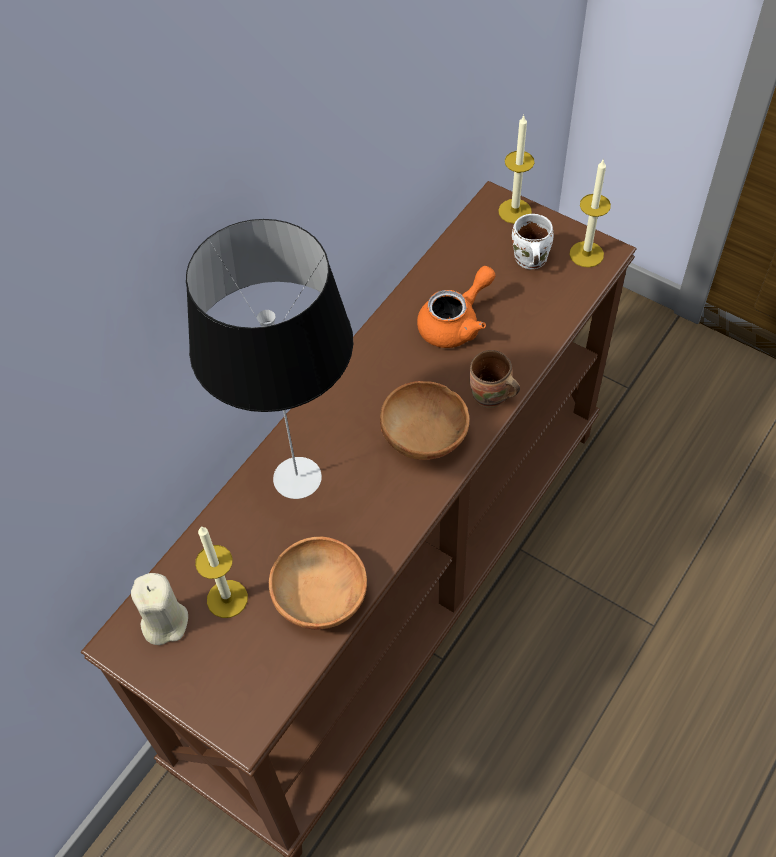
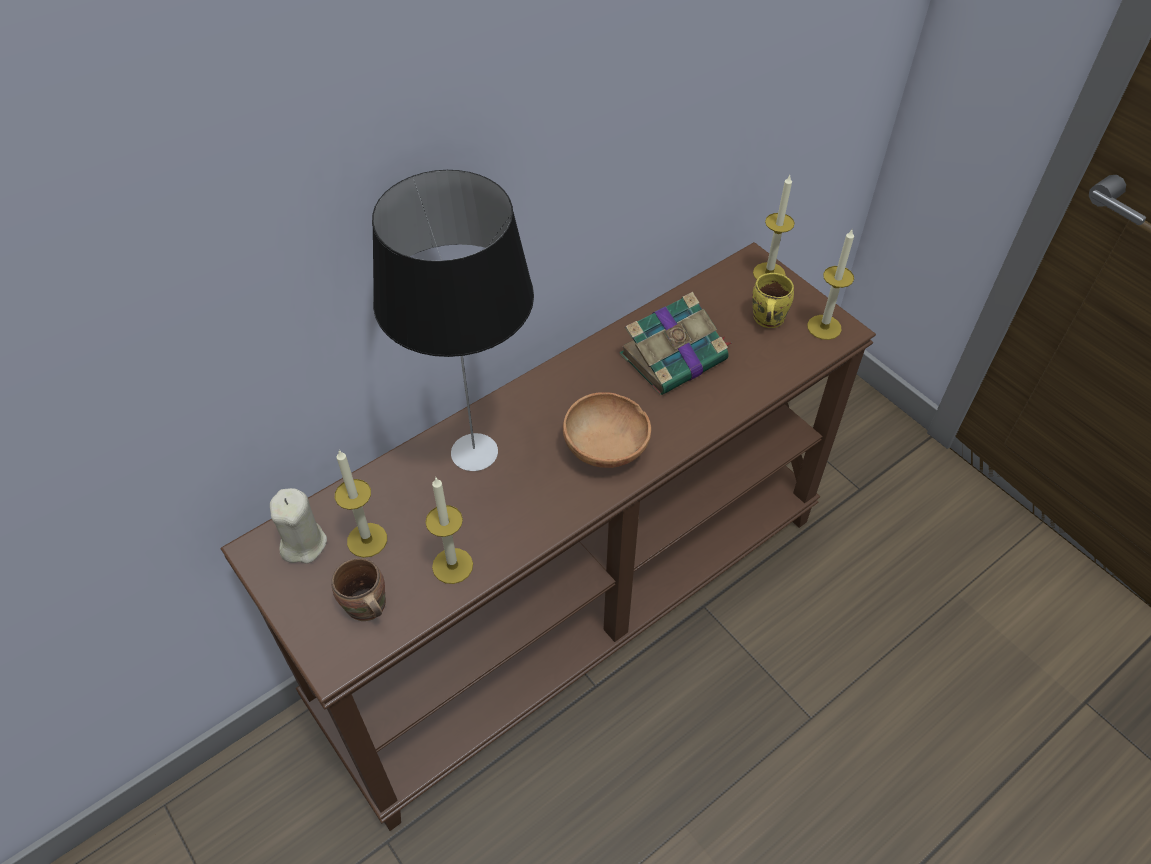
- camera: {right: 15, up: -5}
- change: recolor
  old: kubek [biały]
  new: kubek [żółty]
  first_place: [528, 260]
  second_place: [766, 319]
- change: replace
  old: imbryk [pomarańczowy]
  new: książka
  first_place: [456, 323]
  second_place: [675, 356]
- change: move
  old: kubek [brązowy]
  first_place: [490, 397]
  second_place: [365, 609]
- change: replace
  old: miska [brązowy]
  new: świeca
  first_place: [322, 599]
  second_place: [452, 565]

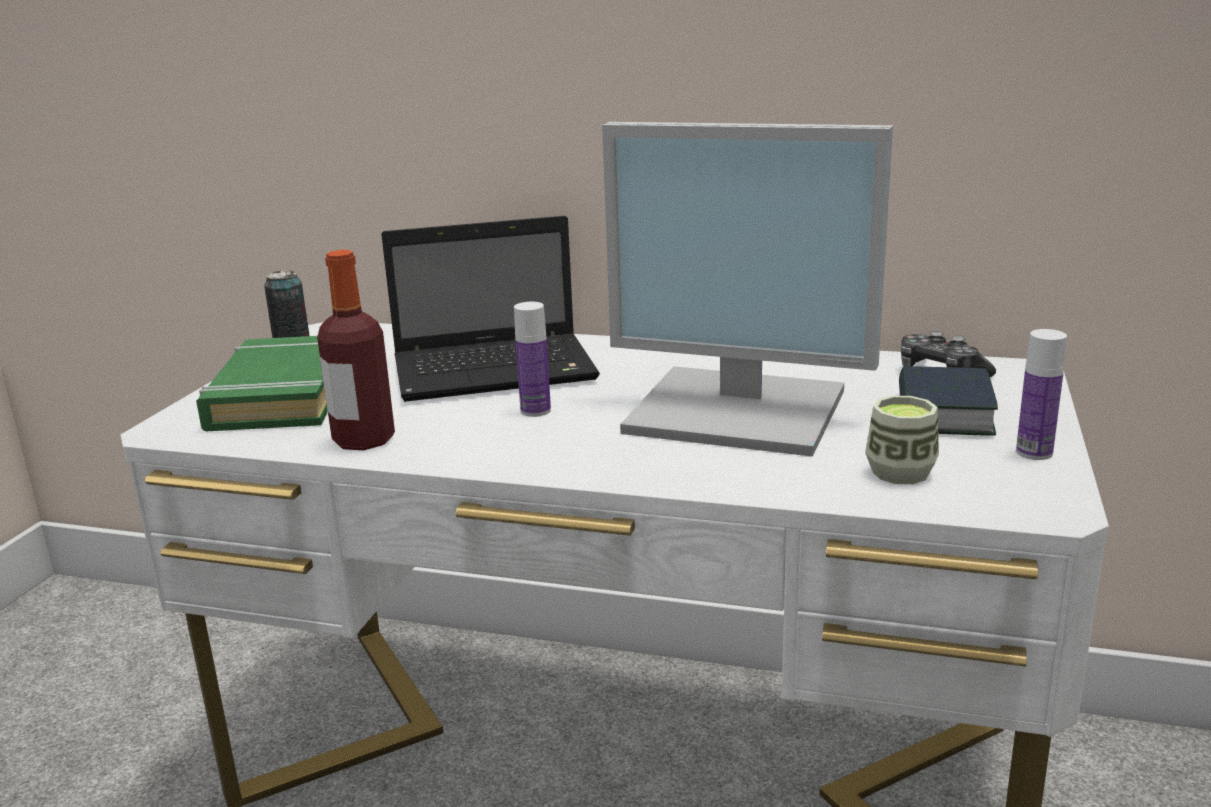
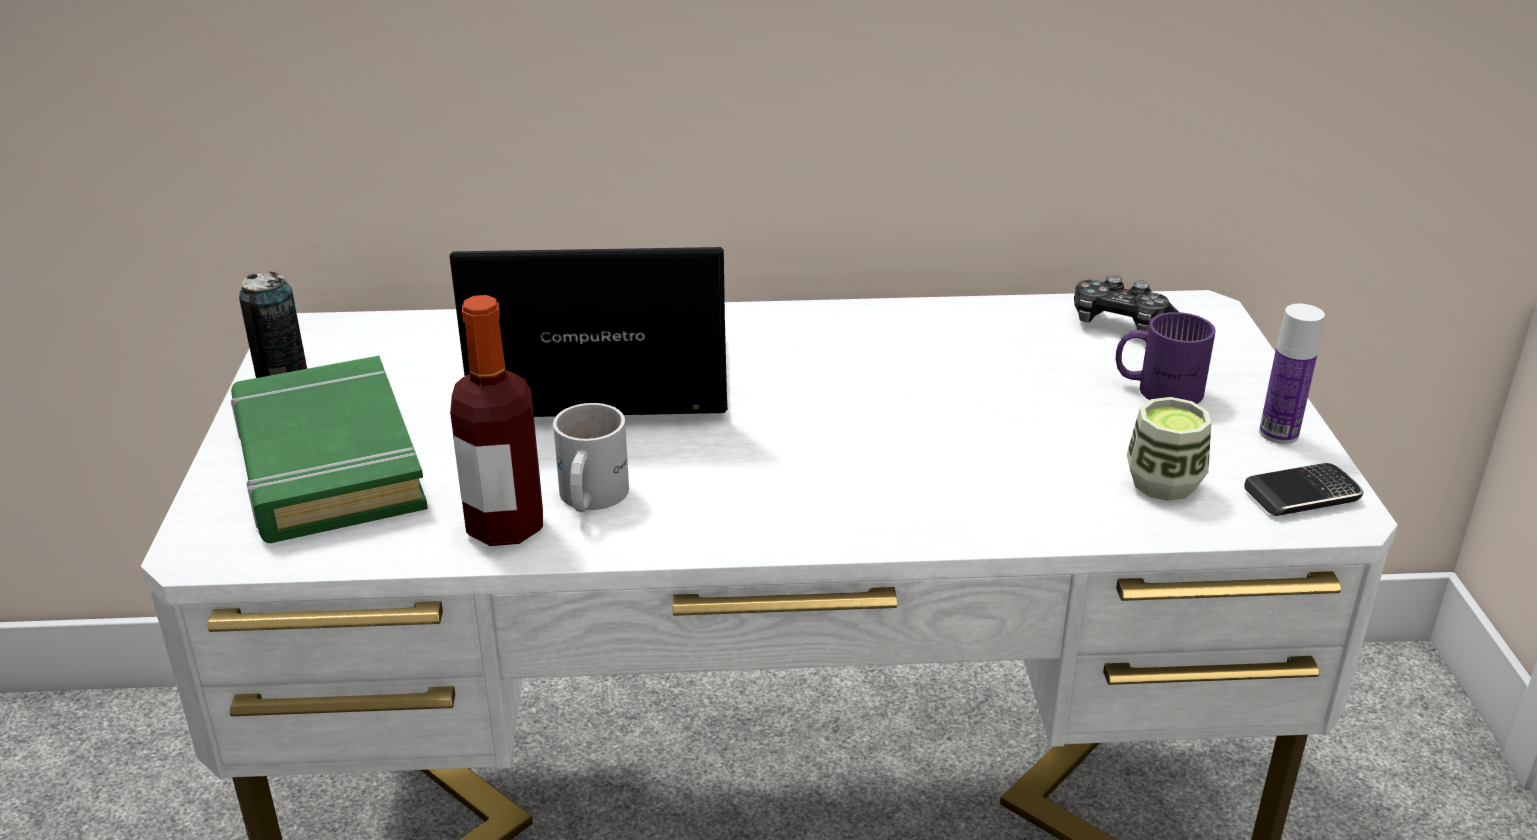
- camera: {right: -20, up: 10}
- change: delete
  old: monitor
  first_place: [741, 411]
- change: rotate
  old: laptop
  first_place: [498, 370]
  second_place: [597, 381]
  degrees: -150
- change: delete
  old: butelka
  first_place: [535, 411]
- change: replace
  old: książka
  new: kubek [fioletowy]
  first_place: [943, 414]
  second_place: [1158, 388]
- change: insert
  new: kubek [biały]
  second_place: [587, 498]
- change: insert
  new: telefon
  second_place: [1302, 495]

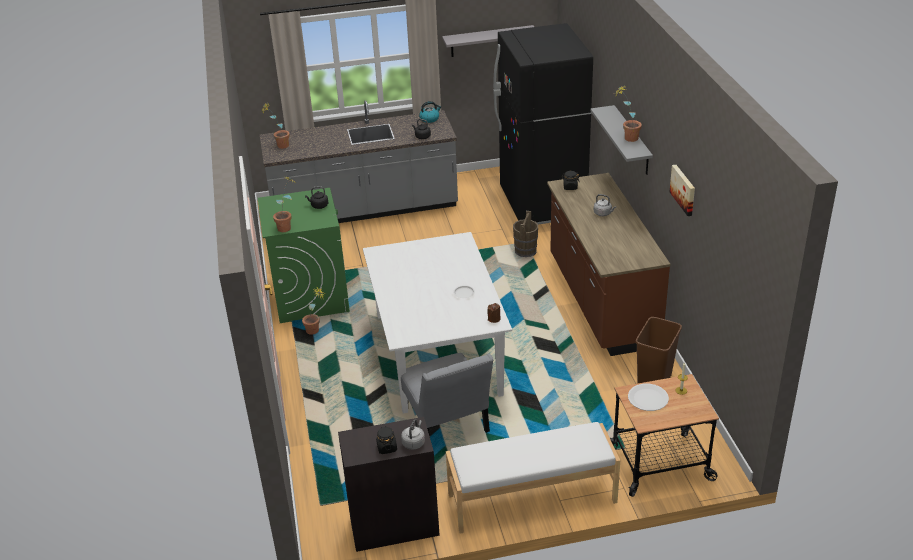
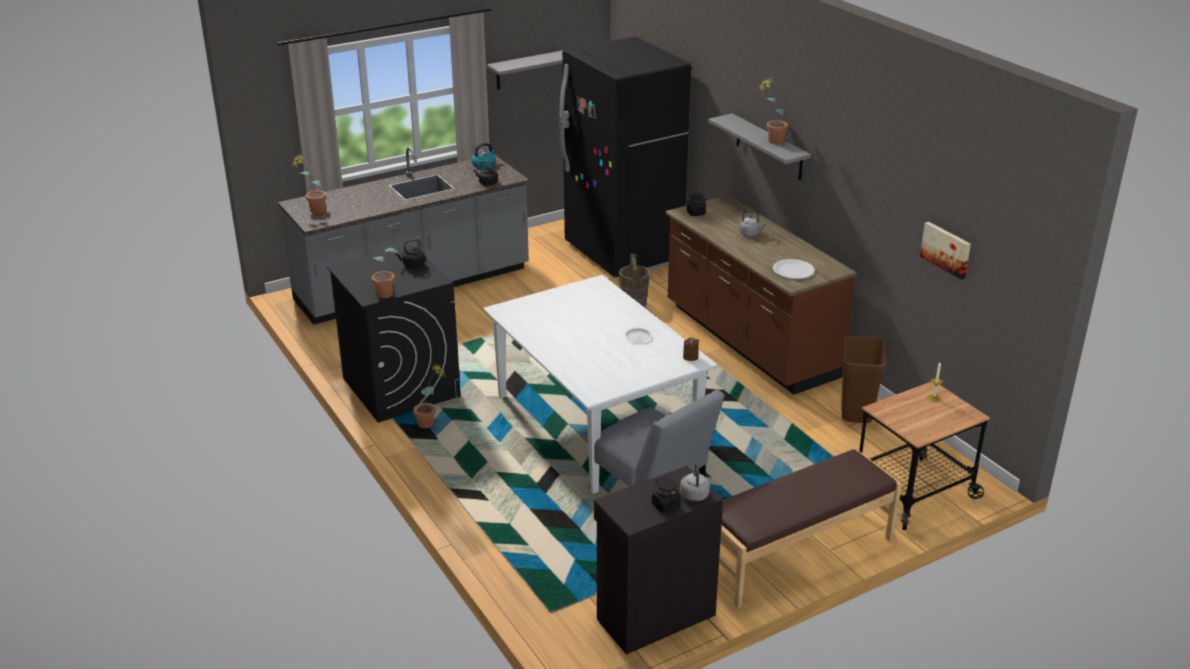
- camera: {right: -20, up: -5}
- change: move
  old: obraz
  first_place: [684, 189]
  second_place: [946, 249]
- change: recolor
  old: pralka [zielony]
  new: pralka [czarny]
  first_place: [310, 296]
  second_place: [400, 387]
- change: move
  old: talerz [biały]
  first_place: [648, 398]
  second_place: [793, 270]
- change: recolor
  old: ławka [biały]
  new: ławka [brązowy]
  first_place: [532, 499]
  second_place: [797, 555]

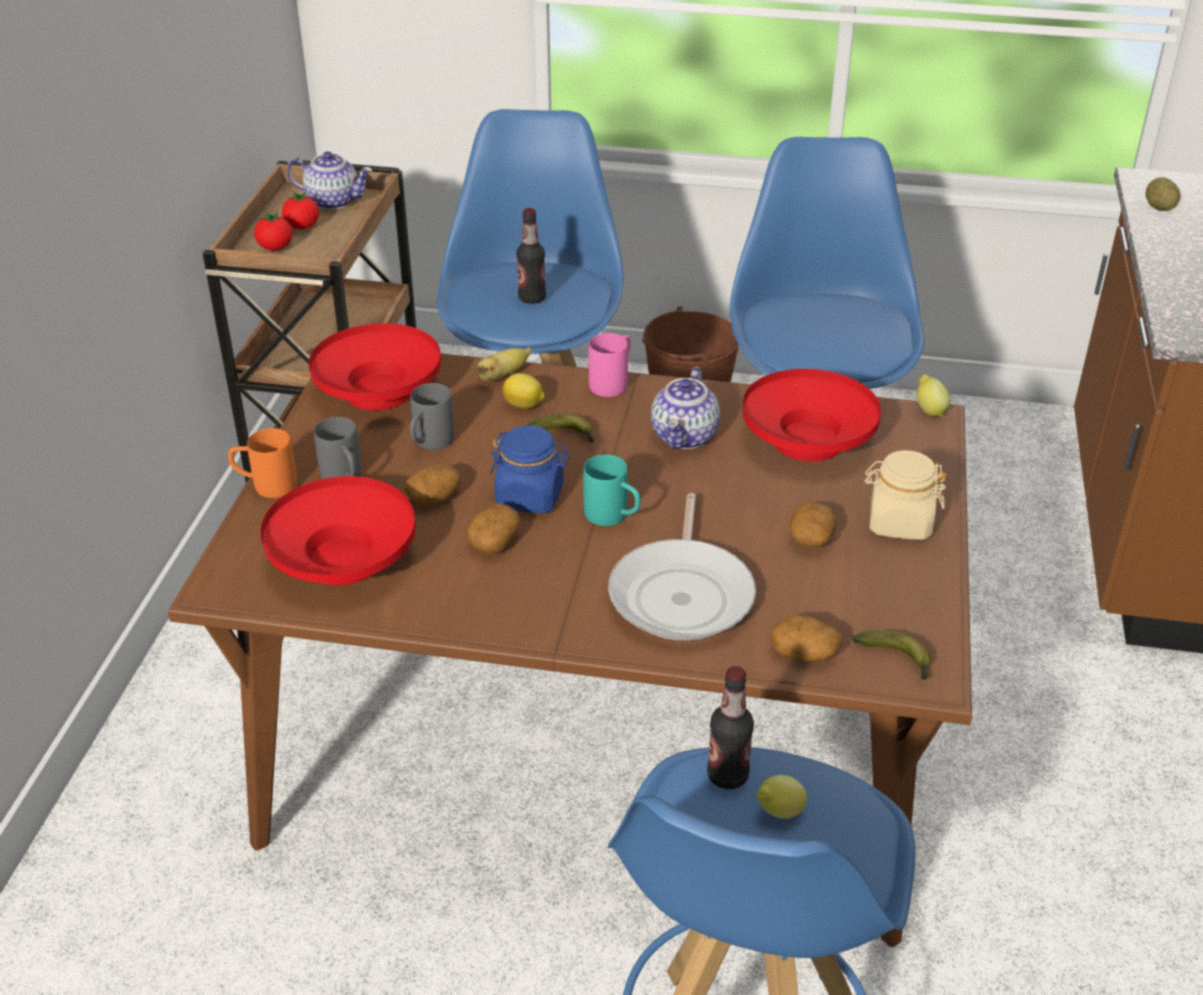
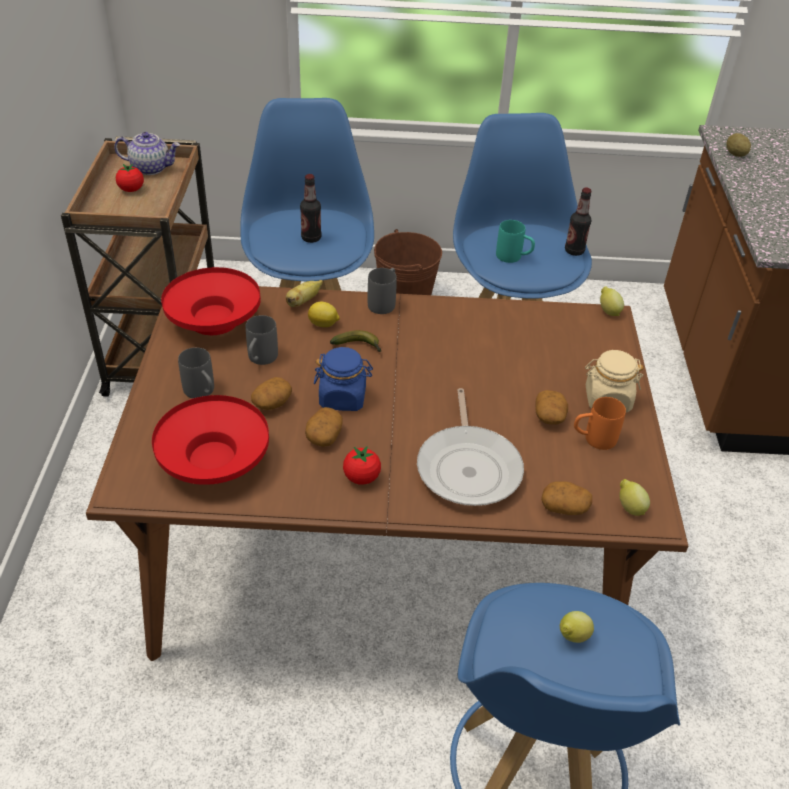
- camera: {right: -10, up: 5}
- change: move
  old: pomidor
  first_place: [275, 248]
  second_place: [361, 477]
- change: recolor
  old: kubek [różowy]
  new: kubek [szary]
  first_place: [613, 382]
  second_place: [384, 302]
- change: delete
  old: imbryk
  first_place: [685, 436]
- change: delete
  old: miska [czerwony]
  first_place: [807, 440]
- change: move
  old: kubek [pomarańczowy]
  first_place: [265, 486]
  second_place: [593, 439]
- change: move
  old: kubek [turkusowy]
  first_place: [613, 517]
  second_place: [514, 257]
- change: replace
  old: banan
  new: cytryna
  first_place: [897, 660]
  second_place: [629, 508]
- change: move
  old: butelka
  first_place: [727, 776]
  second_place: [574, 251]

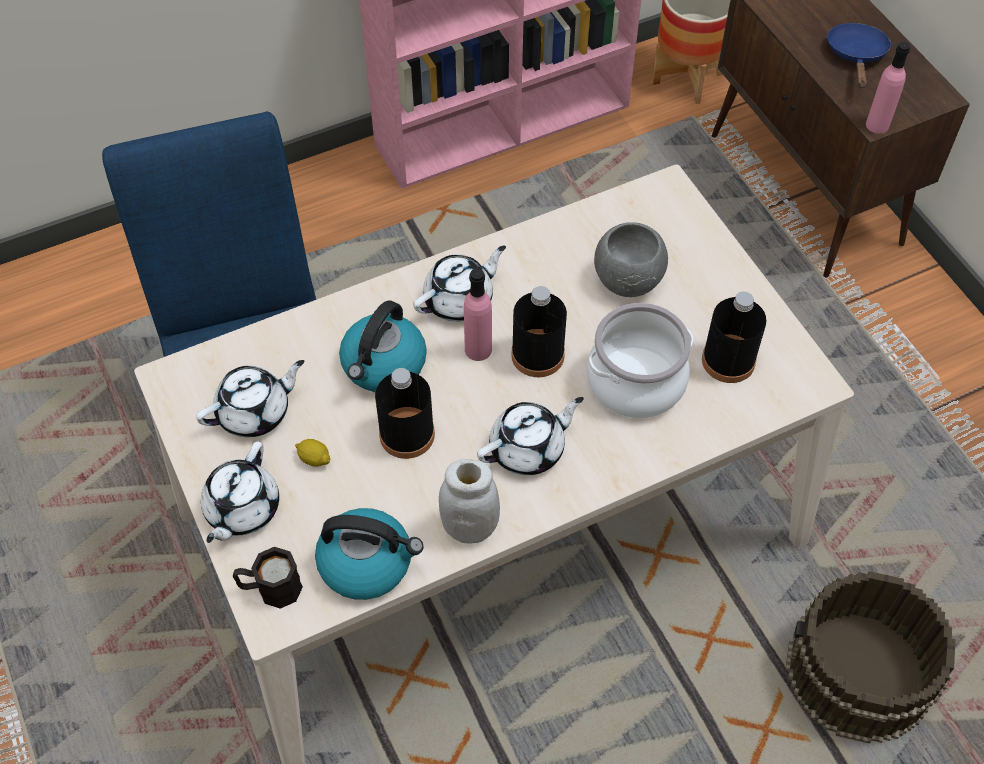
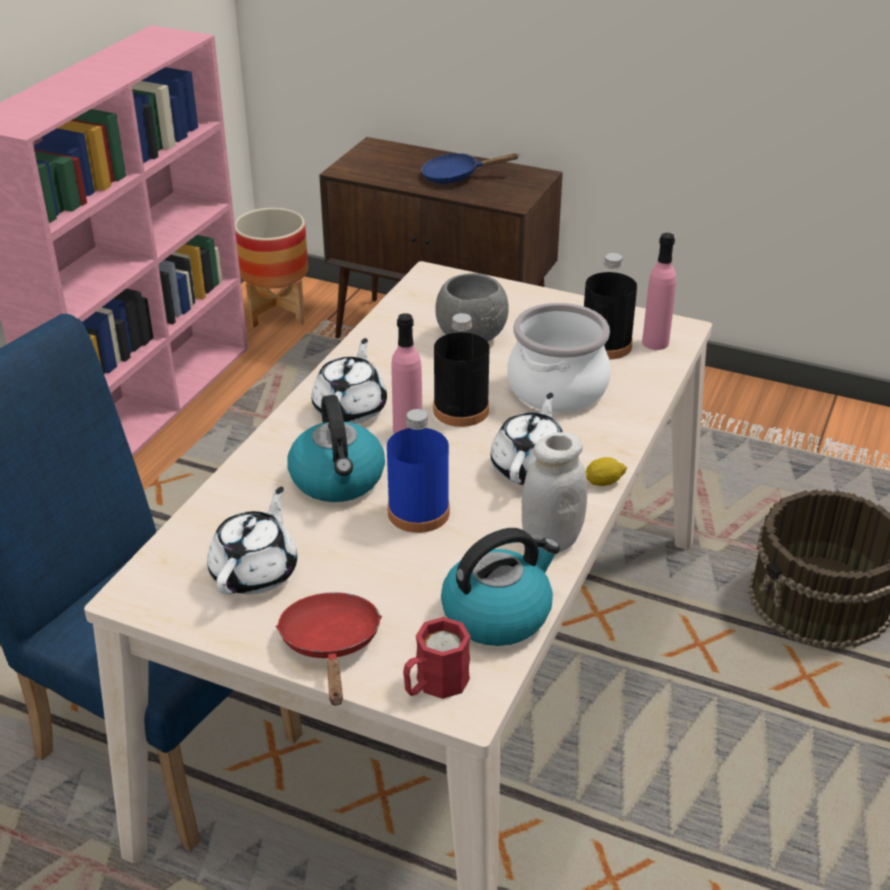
- camera: {right: -40, up: -20}
- change: rotate
  old: patelnia [niebieski]
  first_place: [856, 56]
  second_place: [456, 176]
  degrees: -60
- change: move
  old: butelka [różowy]
  first_place: [877, 125]
  second_place: [655, 343]
- change: recolor
  old: butelka [czarny]
  new: butelka [niebieski]
  first_place: [407, 434]
  second_place: [418, 512]
- change: move
  old: cytryna
  first_place: [314, 459]
  second_place: [603, 482]
- change: replace
  old: imbryk [biały]
  new: patelnia [czerwony]
  first_place: [241, 509]
  second_place: [331, 646]
- change: recolor
  old: kubek [czarny]
  new: kubek [czerwony]
  first_place: [270, 588]
  second_place: [434, 685]

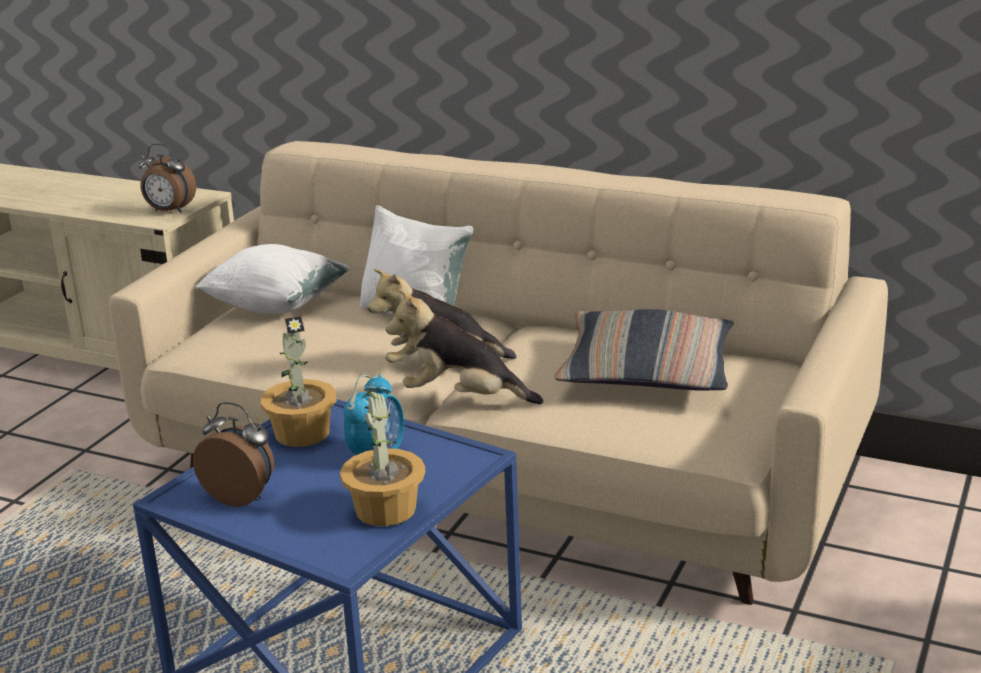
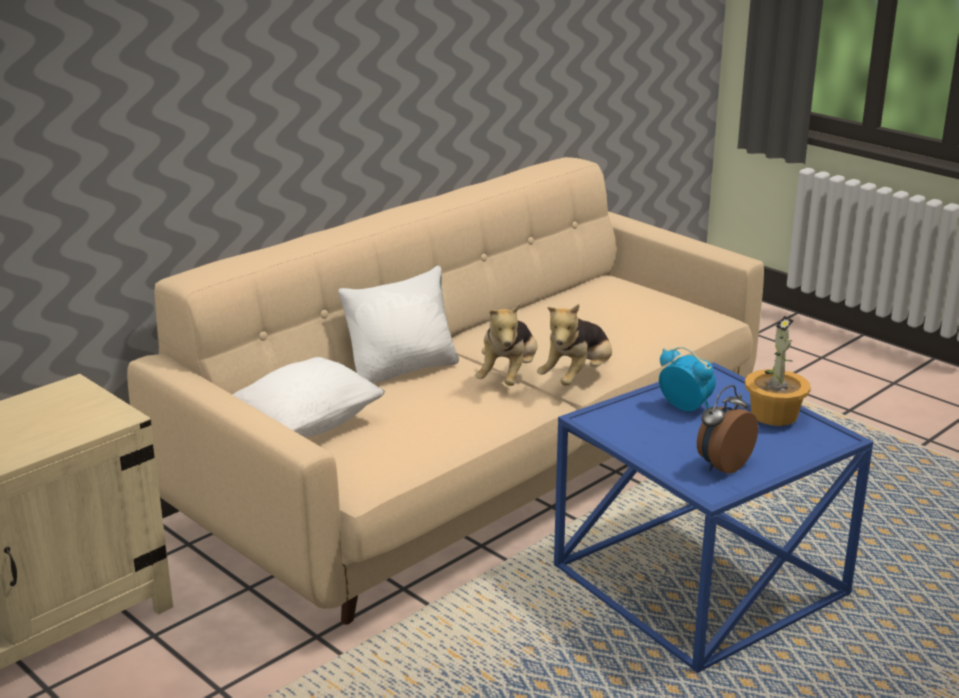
- camera: {right: -70, up: 0}
- change: delete
  old: budzik
  first_place: [169, 211]
- change: delete
  old: poduszka
  first_place: [646, 371]
- change: delete
  old: roślina doniczkowa
  first_place: [302, 433]

